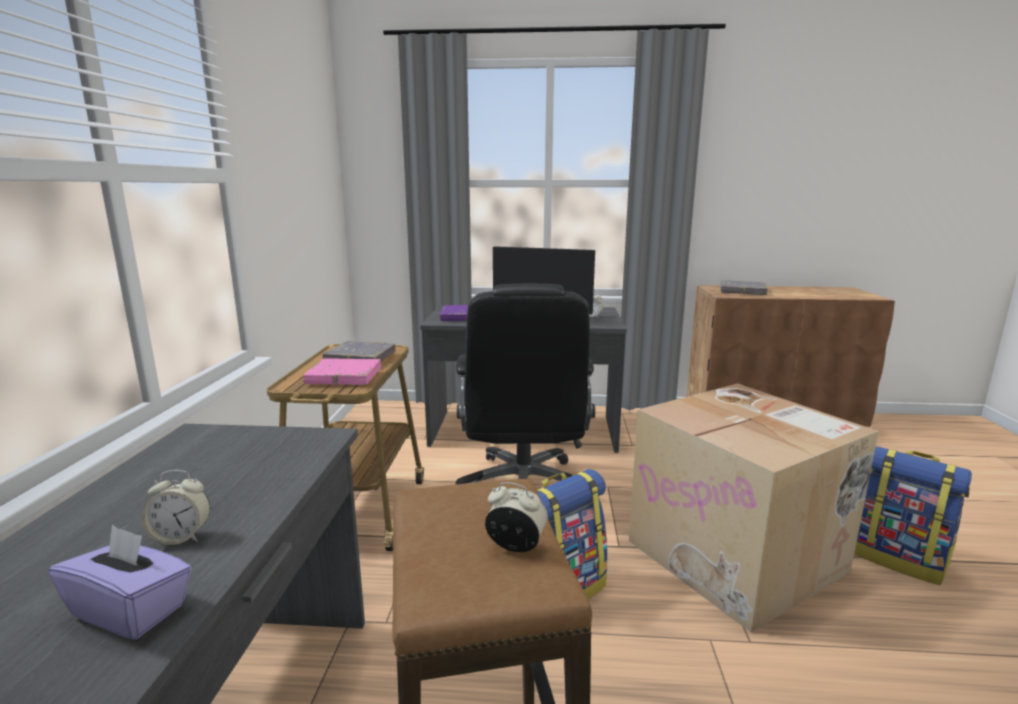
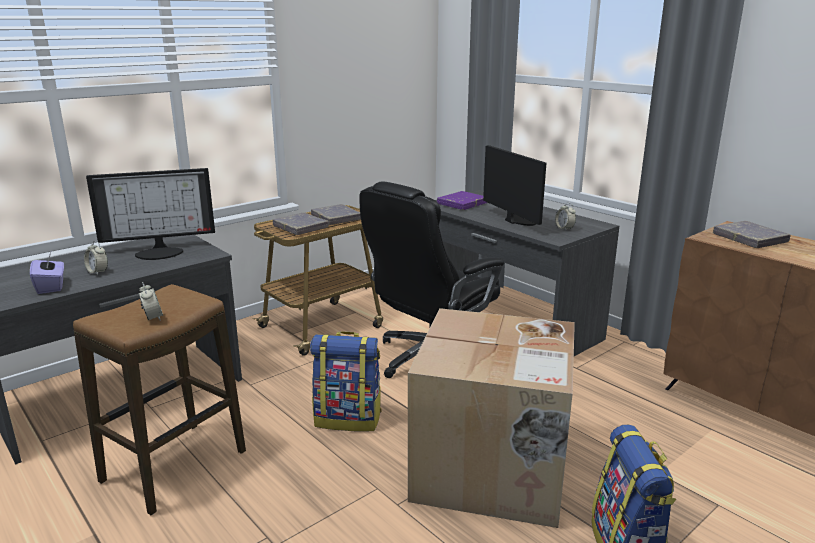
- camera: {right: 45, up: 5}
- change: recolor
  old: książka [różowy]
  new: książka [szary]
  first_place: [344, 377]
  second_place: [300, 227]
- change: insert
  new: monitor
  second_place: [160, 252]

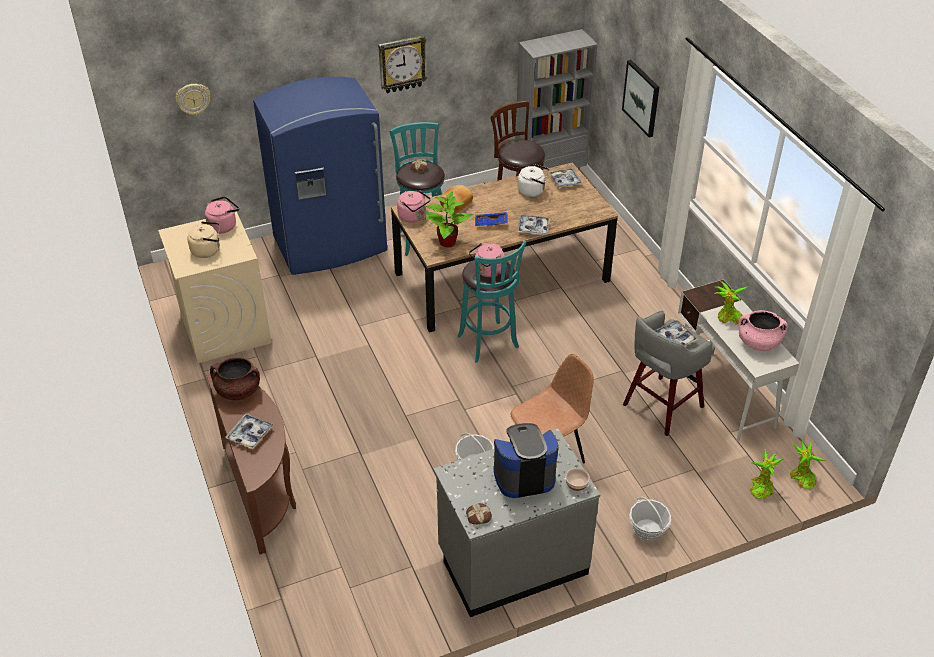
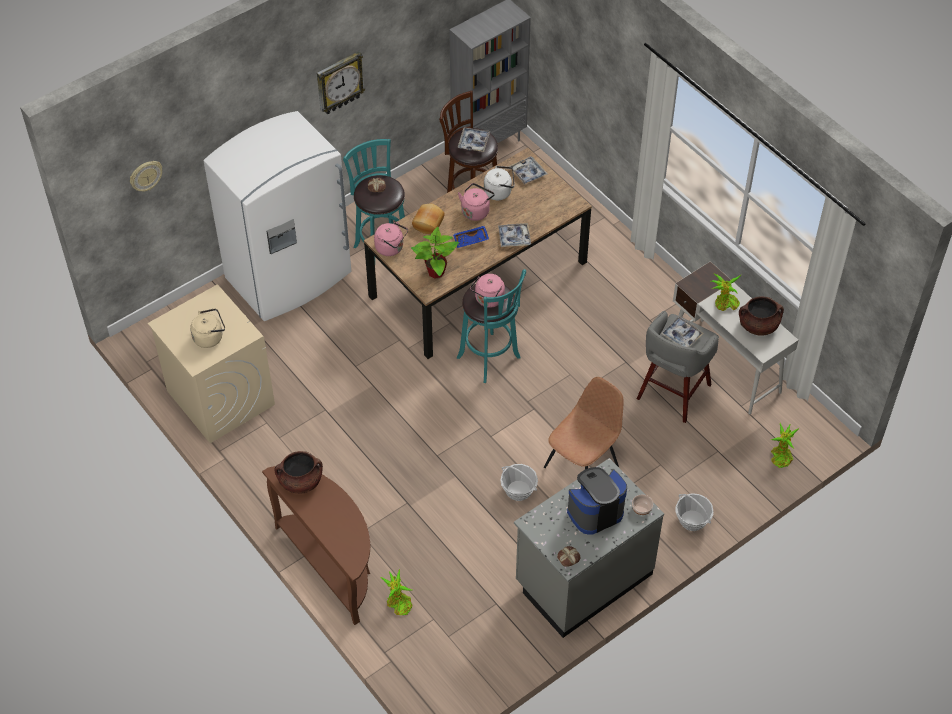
- camera: {right: -15, up: 10}
- change: delete
  old: obraz
  first_place: [641, 98]
- change: recolor
  old: lodówka [niebieski]
  new: lodówka [biały]
  first_place: [331, 246]
  second_place: [290, 277]
- change: move
  old: czajnik [różowy]
  first_place: [223, 225]
  second_place: [476, 211]
- change: recolor
  old: garnek [różowy]
  new: garnek [brązowy]
  first_place: [758, 343]
  second_place: [758, 326]
- change: move
  old: taca
  first_place: [250, 434]
  second_place: [473, 142]
- change: move
  old: roślina doniczkowa
  first_place: [801, 478]
  second_place: [398, 603]

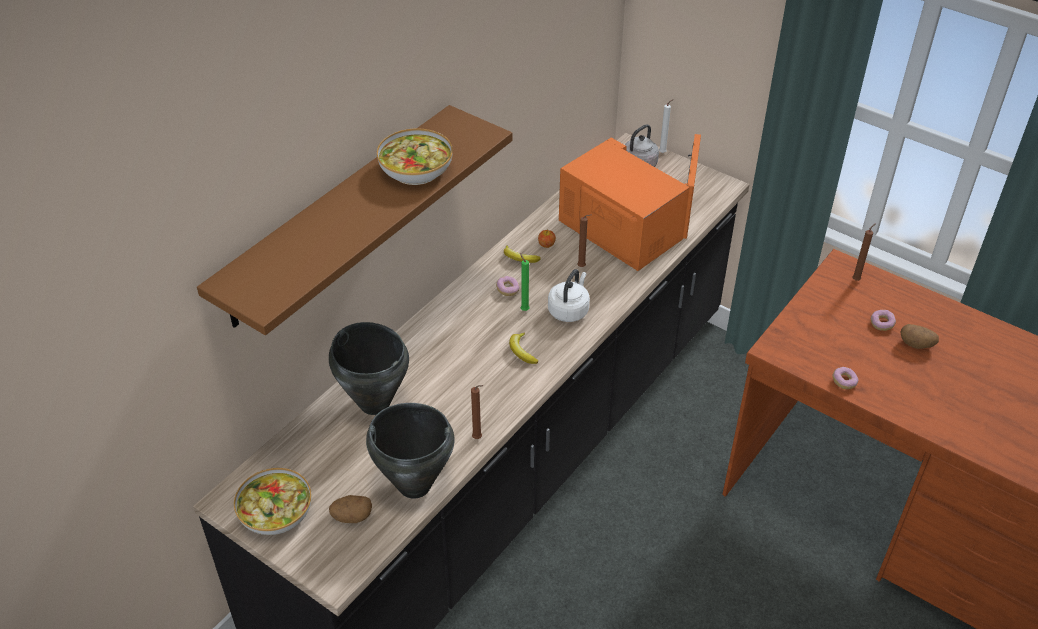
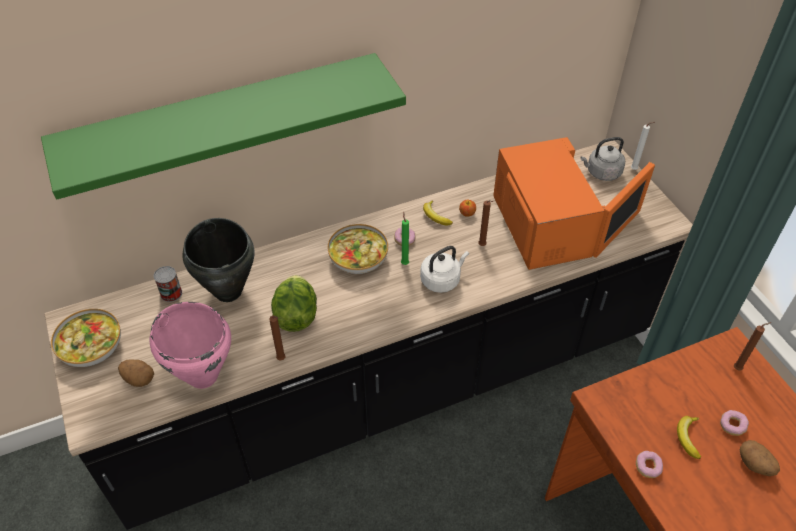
- camera: {right: 30, up: 5}
- change: recolor
  old: półka [brązowy]
  new: półka [zielony]
  first_place: [338, 215]
  second_place: [222, 119]
- change: move
  old: miska
  first_place: [415, 170]
  second_place: [358, 258]
- change: move
  old: banan
  first_place: [522, 351]
  second_place: [687, 437]
- change: recolor
  old: garnek [czarny]
  new: garnek [różowy]
  first_place: [414, 485]
  second_place: [203, 375]
- change: insert
  new: puszka
  second_place: [171, 293]
- change: insert
  new: sałata
  second_place: [296, 316]

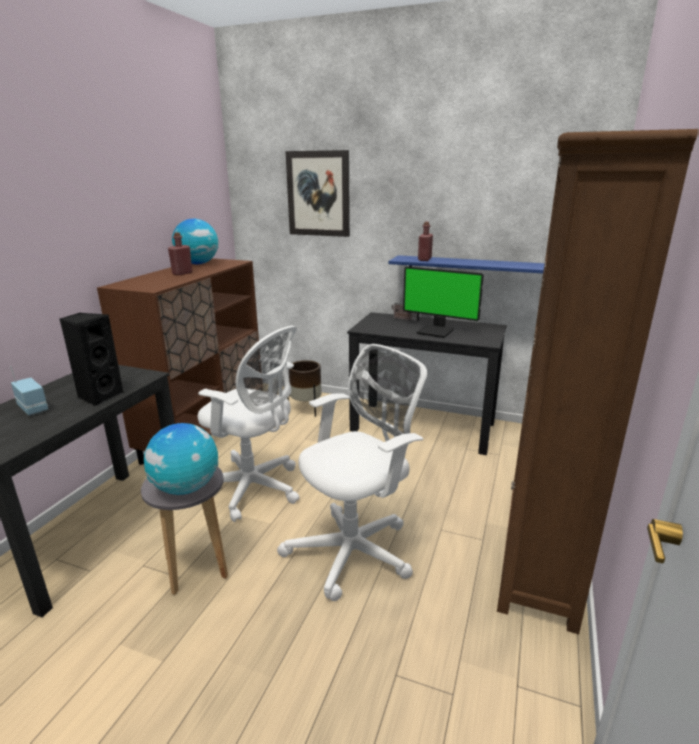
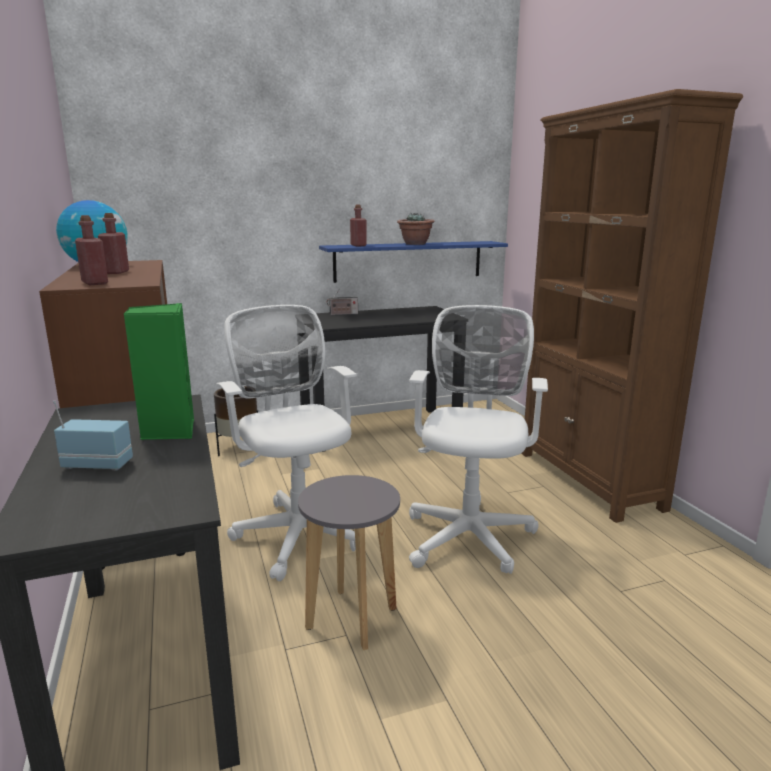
- camera: {right: -40, up: -5}
- change: delete
  old: obraz
  first_place: [318, 194]
- change: delete
  old: monitor
  first_place: [436, 331]
- change: recolor
  old: głośnik [czarny]
  new: głośnik [zielony]
  first_place: [99, 396]
  second_place: [168, 431]
- change: rotate
  old: krzesło biurowe [biały]
  first_place: [254, 489]
  second_place: [298, 532]
  degrees: -105
- change: delete
  old: globus
  first_place: [186, 487]
- change: insert
  new: roślina doniczkowa
  second_place: [415, 244]
- change: insert
  new: butelka [czerwony]
  second_place: [94, 283]

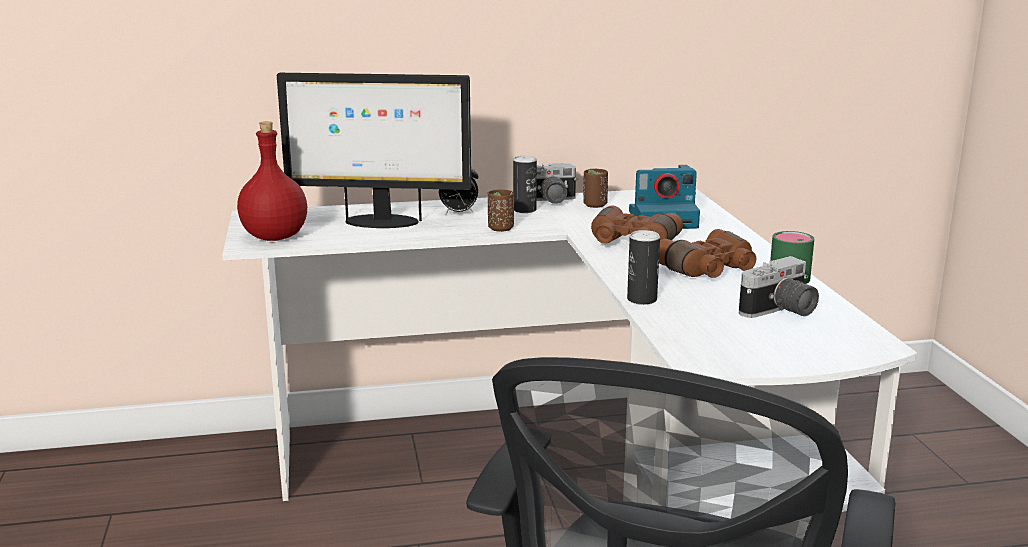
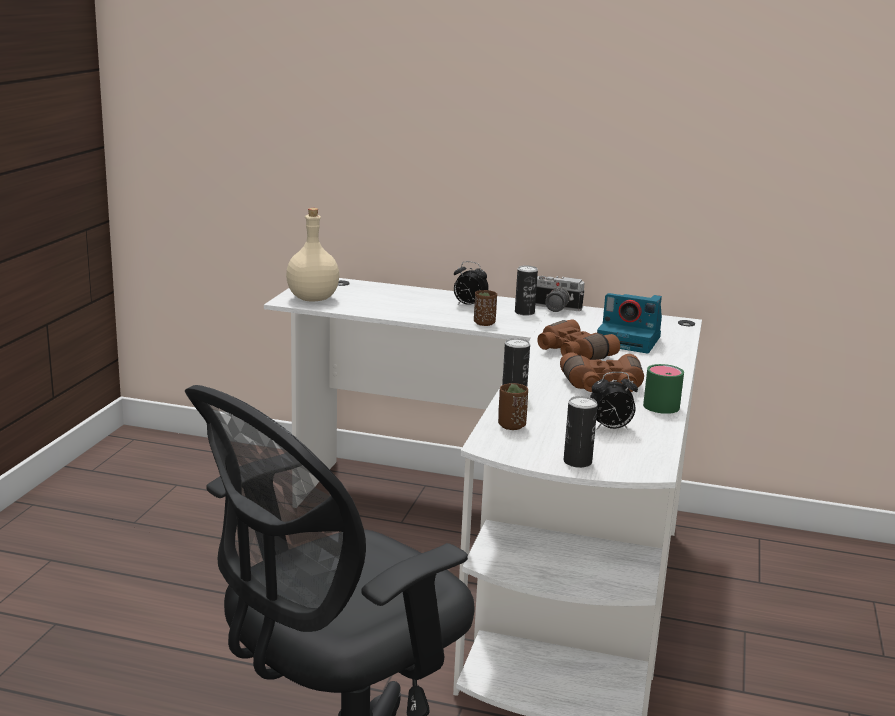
- camera: {right: 25, up: 0}
- change: delete
  old: monitor
  first_place: [380, 222]
- change: recolor
  old: butelka [czerwony]
  new: butelka [beżowy]
  first_place: [276, 237]
  second_place: [313, 299]
- change: move
  old: filiżanka [brązowy]
  first_place: [595, 205]
  second_place: [511, 426]
- change: replace
  old: aparat fotograficzny
  new: budzik
  first_place: [781, 312]
  second_place: [610, 429]
- change: insert
  new: puszka
  second_place: [577, 462]

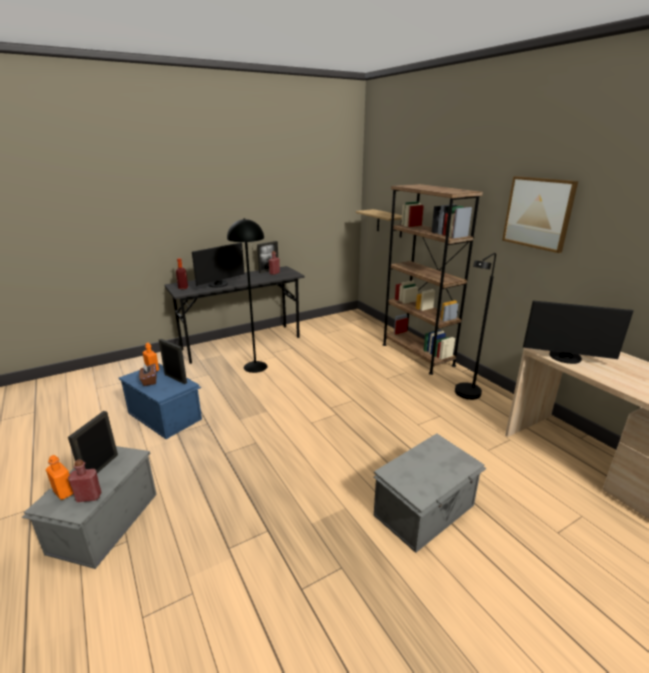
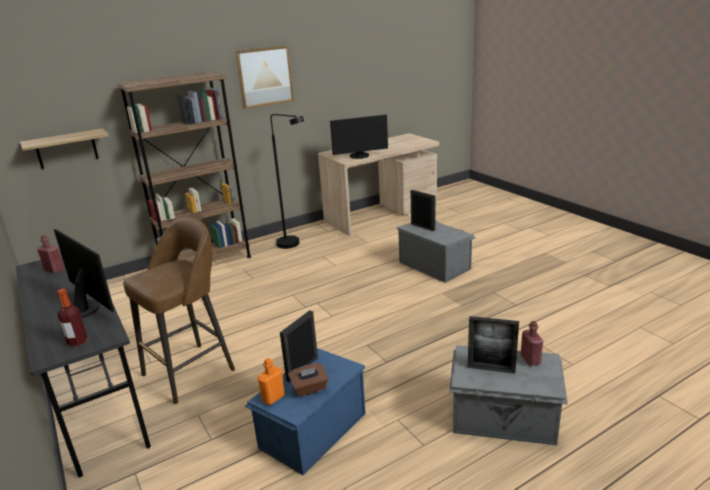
- camera: {right: -90, up: 0}
- change: replace
  old: lampa stojąca [czarny]
  new: stołek [brązowy]
  first_place: [255, 367]
  second_place: [191, 371]
- change: move
  old: ramka na zdjęcie
  first_place: [269, 271]
  second_place: [423, 227]
- change: rotate
  old: monitor
  first_place: [566, 358]
  second_place: [360, 156]
  degrees: 60
- change: delete
  old: butelka [pomarańczowy]
  first_place: [64, 492]

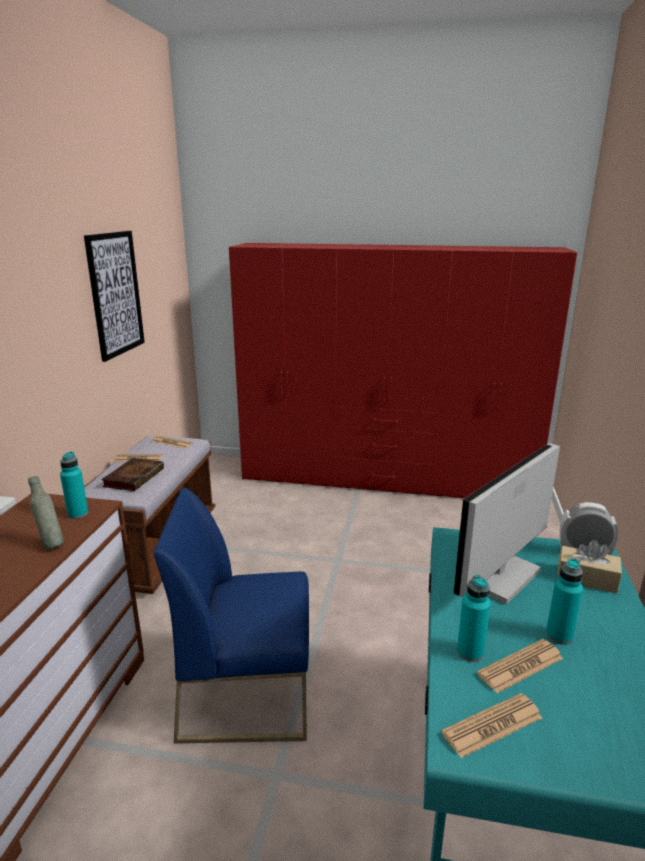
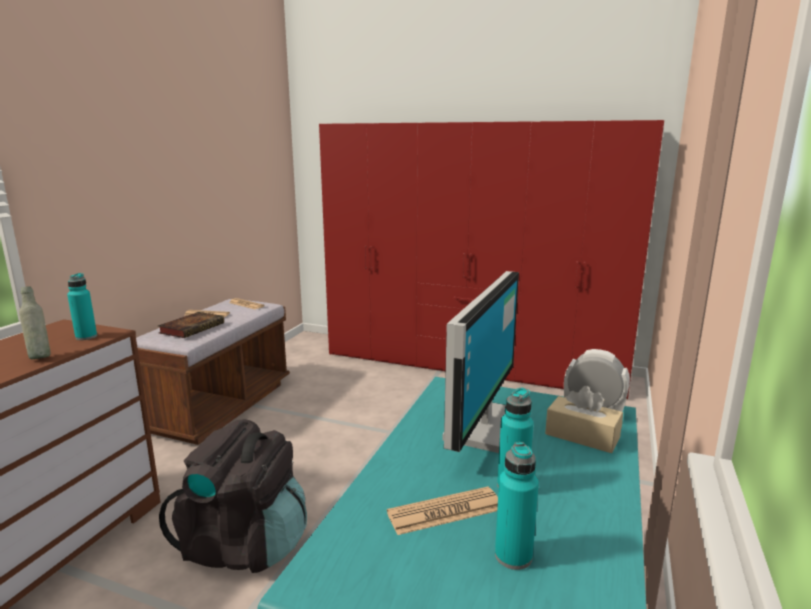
- camera: {right: 10, up: -5}
- change: delete
  old: obraz
  first_place: [115, 294]
- change: rotate
  old: monitor
  first_place: [502, 577]
  second_place: [481, 426]
  degrees: 150
- change: replace
  old: krzesło [niebieski]
  new: plecak [czarny]
  first_place: [248, 692]
  second_place: [244, 545]
- change: move
  old: butelka [turkusowy]
  first_place: [470, 652]
  second_place: [513, 556]
- change: delete
  old: gazeta
  first_place: [492, 725]

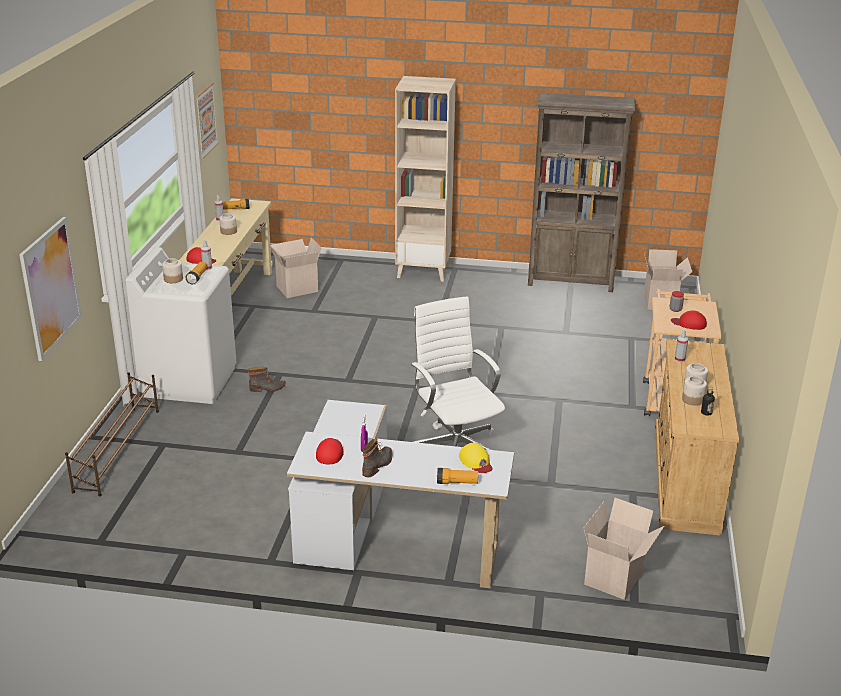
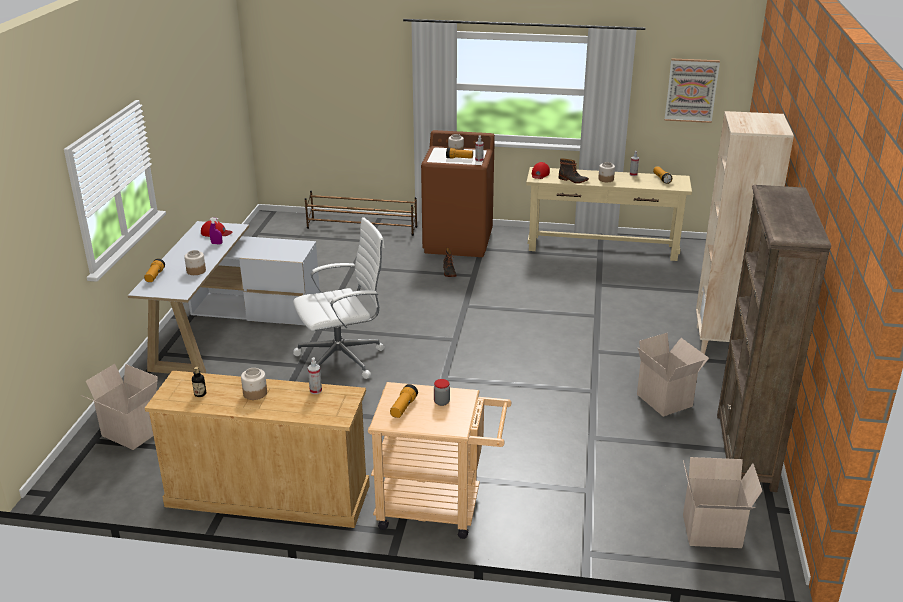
- camera: {right: 90, up: 0}
- change: delete
  old: obraz
  first_place: [50, 288]
- change: move
  old: karton
  first_place: [297, 288]
  second_place: [666, 400]
- change: recolor
  old: pralka [biały]
  new: pralka [brązowy]
  first_place: [189, 381]
  second_place: [458, 242]
- change: replace
  old: czapka z daszkiem [czerwony]
  new: latarka
  first_place: [689, 323]
  second_place: [403, 408]
- change: move
  old: słoik
  first_place: [693, 400]
  second_place: [196, 271]
- change: move
  old: but z cholewką
  first_place: [378, 464]
  second_place: [573, 180]
- change: delete
  old: czapka z daszkiem [żółty]
  first_place: [476, 461]

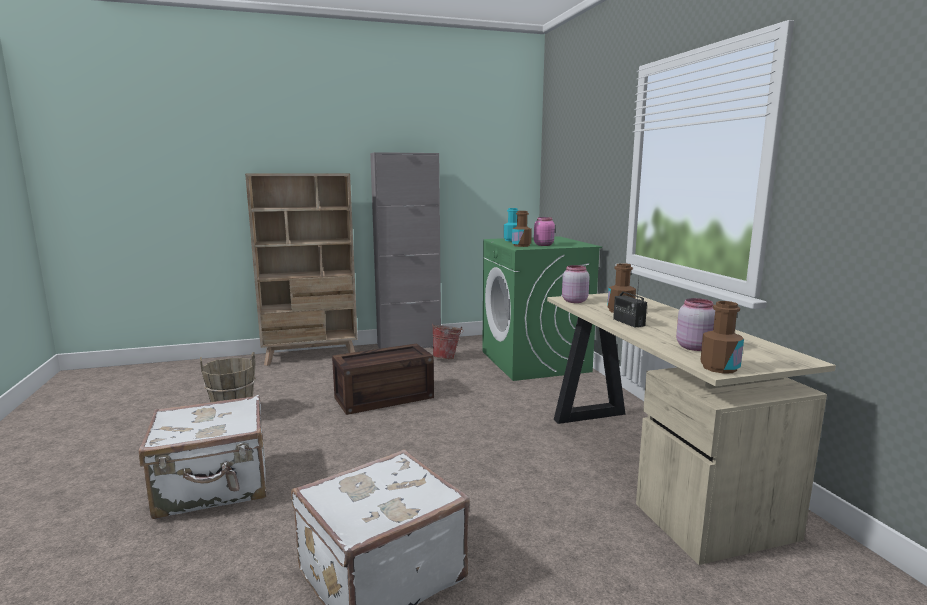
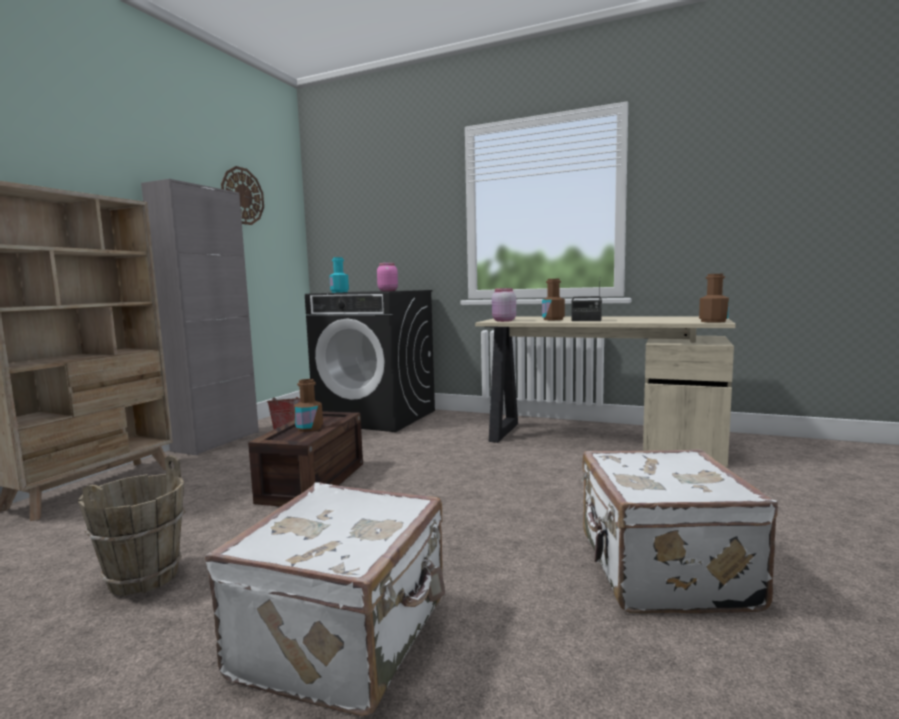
- camera: {right: -50, up: -5}
- change: move
  old: butelka [brązowy]
  first_place: [521, 245]
  second_place: [309, 428]
- change: recolor
  old: pralka [zielony]
  new: pralka [czarny]
  first_place: [535, 362]
  second_place: [377, 417]
- change: delete
  old: słoik [różowy]
  first_place: [694, 347]
- change: insert
  new: zegar ścienny
  second_place: [242, 196]

